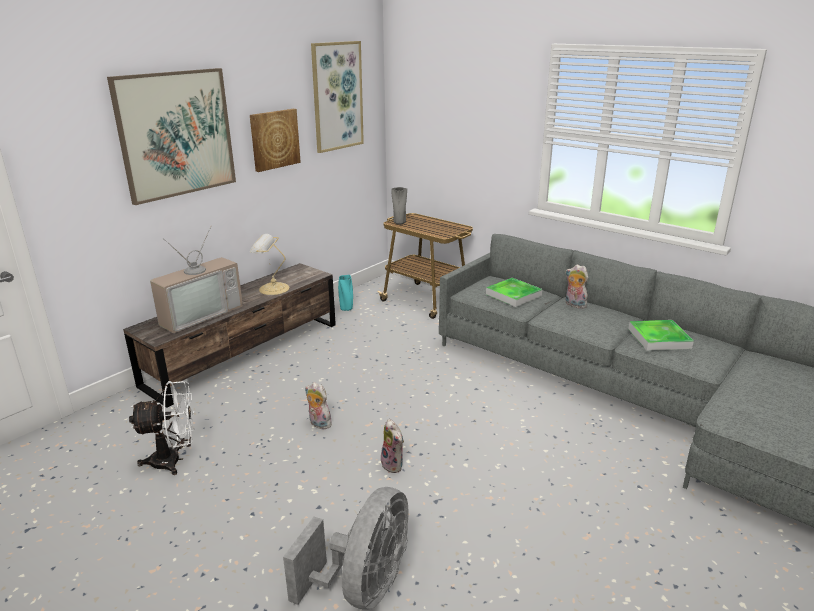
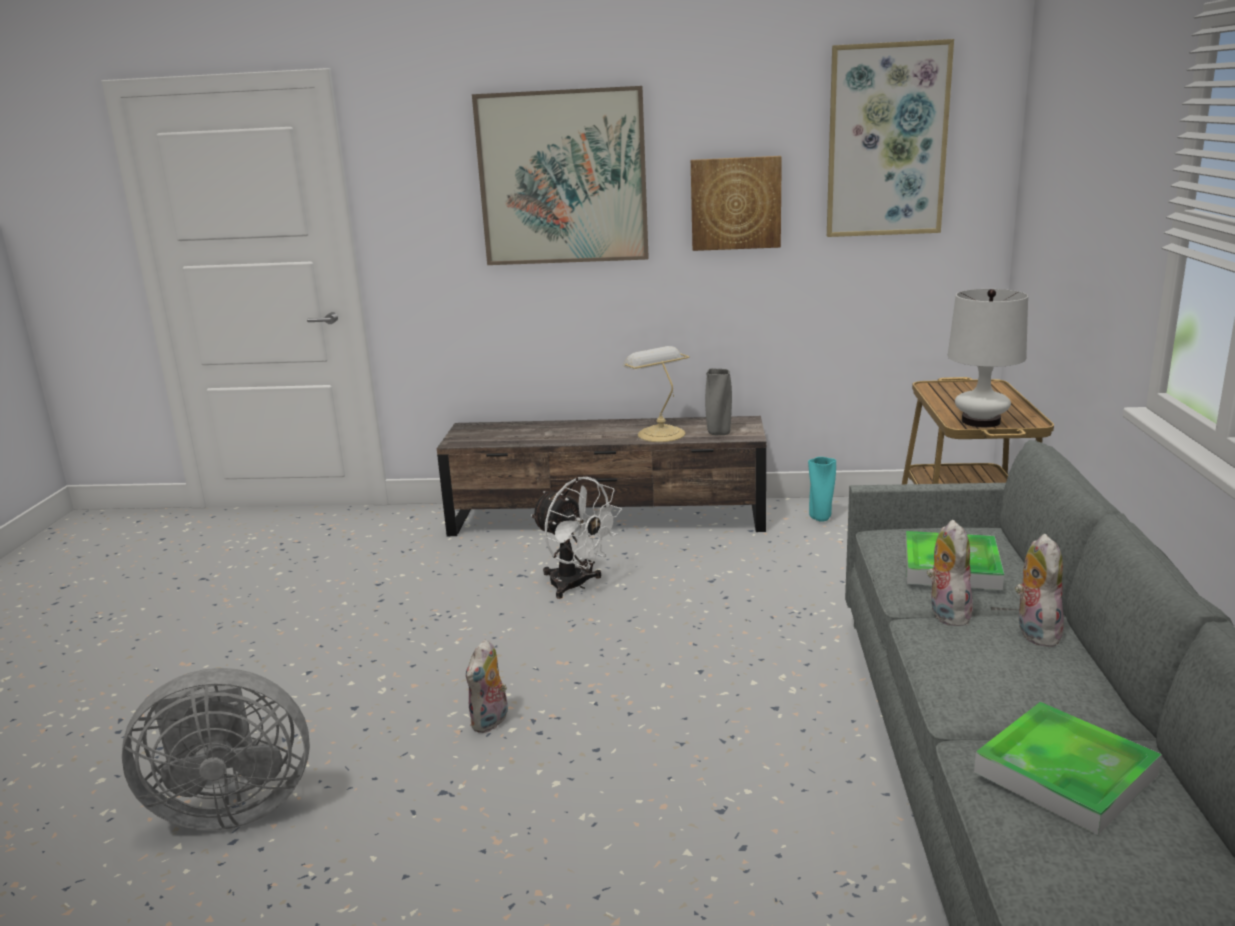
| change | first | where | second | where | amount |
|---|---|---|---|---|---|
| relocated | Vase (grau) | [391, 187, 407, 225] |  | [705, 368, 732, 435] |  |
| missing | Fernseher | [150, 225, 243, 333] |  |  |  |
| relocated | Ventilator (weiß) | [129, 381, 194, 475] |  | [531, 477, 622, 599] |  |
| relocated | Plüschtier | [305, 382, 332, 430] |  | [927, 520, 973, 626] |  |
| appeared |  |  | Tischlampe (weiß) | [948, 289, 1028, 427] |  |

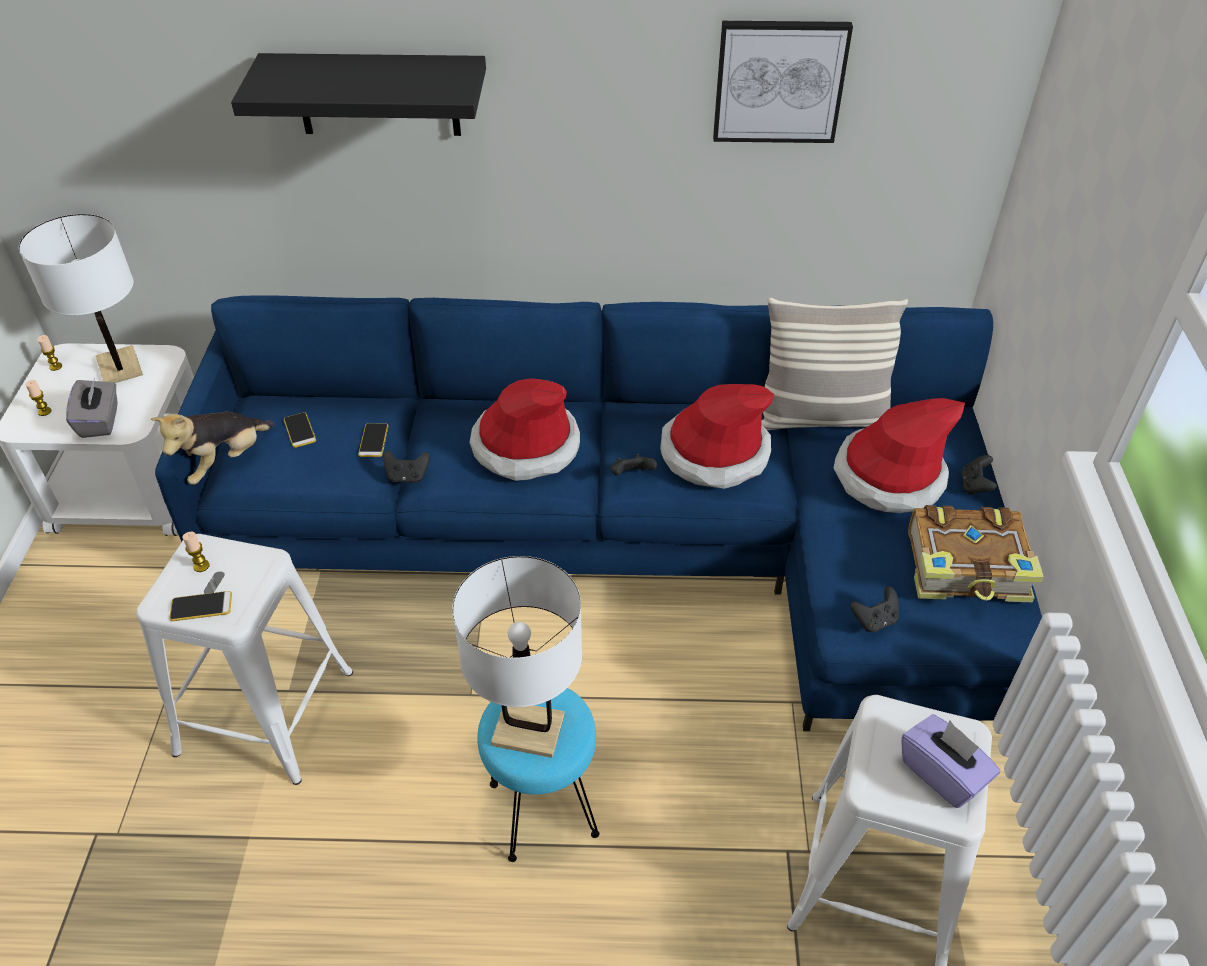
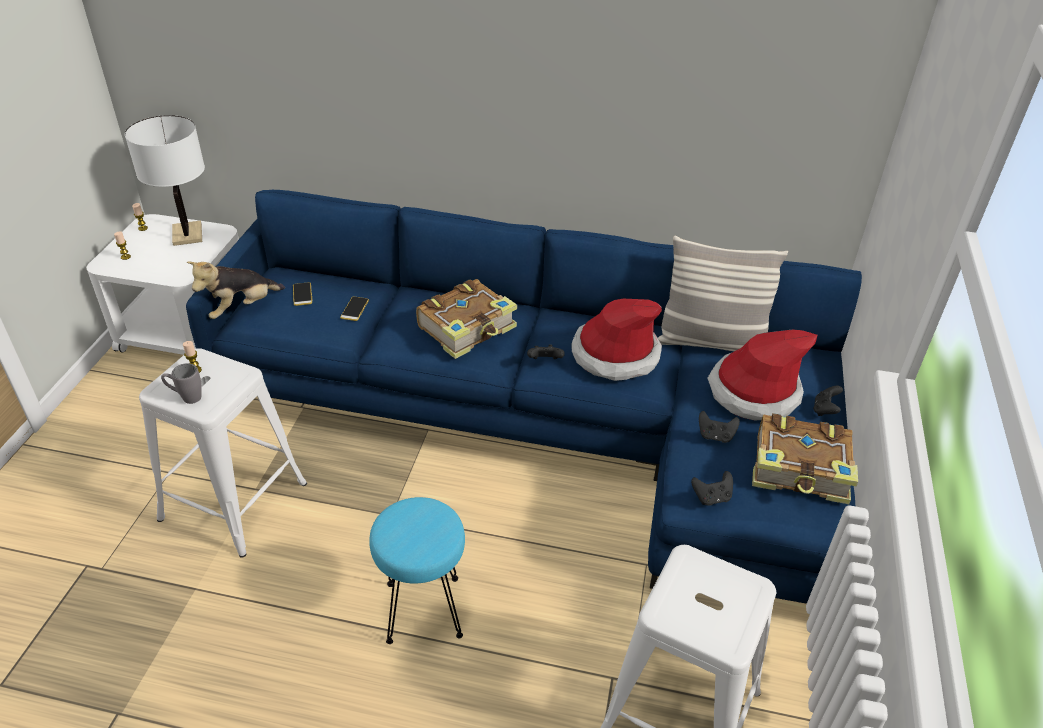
| change | first | where | second | where | amount |
|---|---|---|---|---|---|
| missing | Bild | [713, 21, 853, 143] |  |  |  |
| missing | Wandregal (schwarz) | [231, 53, 486, 136] |  |  |  |
| missing | Taschentuchbox (grau) | [66, 378, 118, 438] |  |  |  |
| exchanged | Hut | [469, 378, 580, 481] | Buch | [416, 279, 517, 359] |  |
| relocated | Gamepad (schwarz) | [383, 450, 430, 483] |  | [699, 411, 740, 443] |  |
| missing | Tischlampe (weiß) | [452, 556, 582, 758] |  |  |  |
| exchanged | Handy | [169, 591, 232, 621] | Henkelbecher (grau) | [161, 363, 202, 404] |  |
| missing | Taschentuchbox (lila) | [902, 714, 1000, 808] |  |  |  |

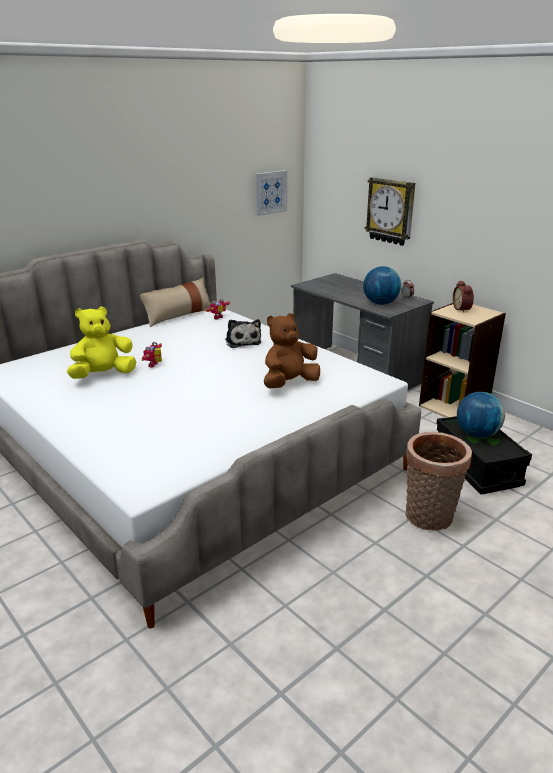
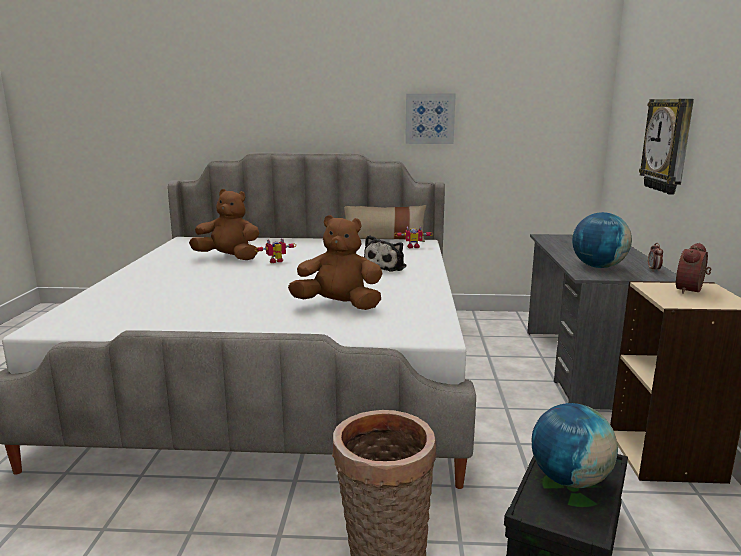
| change | first | where | second | where | amount |
|---|---|---|---|---|---|
| relocated | Bild | [255, 170, 287, 216] |  | [405, 94, 456, 144] |  |
| colour | Plüschtier (gelb) | [67, 306, 136, 379] | Plüschtier (braun) | [189, 189, 259, 260] |  |

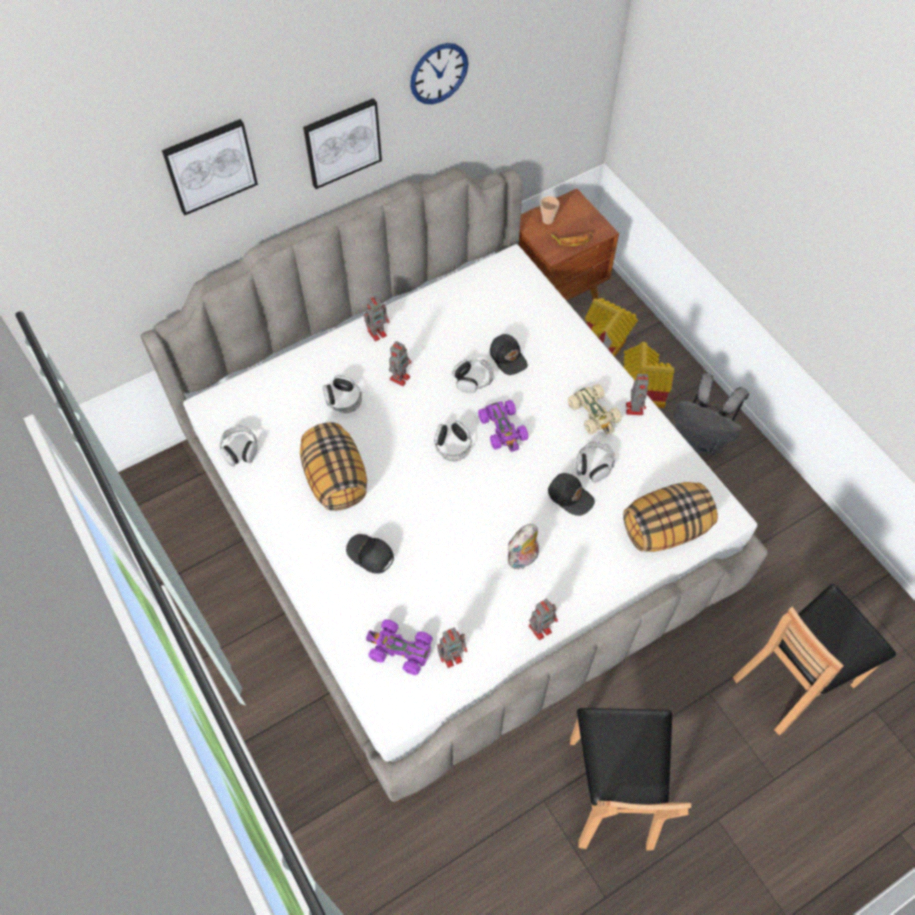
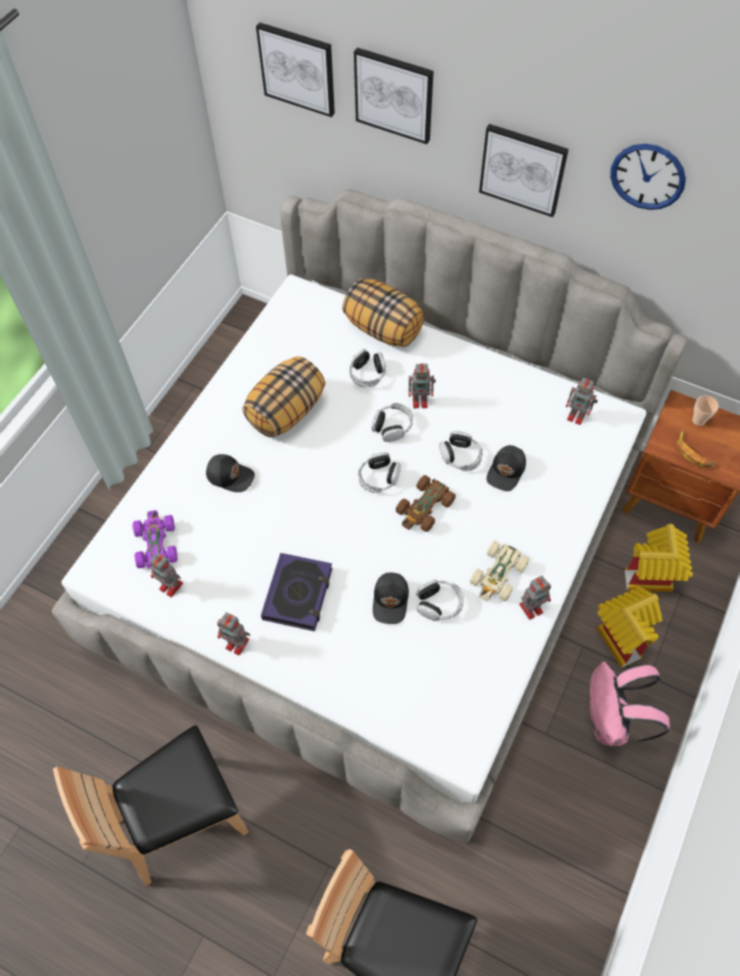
| change | first | where | second | where | amount |
|---|---|---|---|---|---|
| relocated | Spielzeugroboter | [364, 296, 390, 341] |  | [566, 378, 598, 425] |  |
| colour | Rucksack (grau) | [674, 373, 749, 455] | Rucksack (rosa) | [590, 662, 670, 746] |  |
| colour | Spielzeugauto (lila) | [478, 400, 528, 452] | Spielzeugauto (braun) | [396, 475, 456, 532] |  |
| relocated | Kopfhörer | [219, 426, 258, 466] |  | [372, 403, 413, 442] |  |
| relocated | Kissen | [623, 482, 718, 552] |  | [342, 278, 425, 347] |  |
| exchanged | Plüschtier | [508, 524, 539, 569] | Buch | [261, 553, 332, 631] |  |
| spun | Kappe (schwarz) | [346, 534, 394, 574] |  | [206, 454, 255, 492] | 105 degrees clockwise |
| appeared |  |  | Bild | [256, 22, 335, 117] |  |

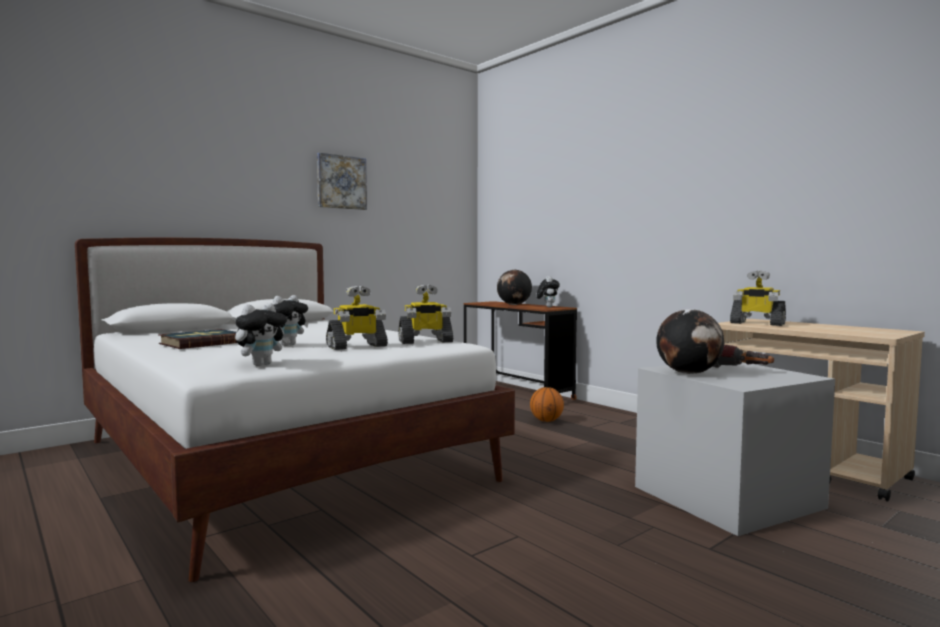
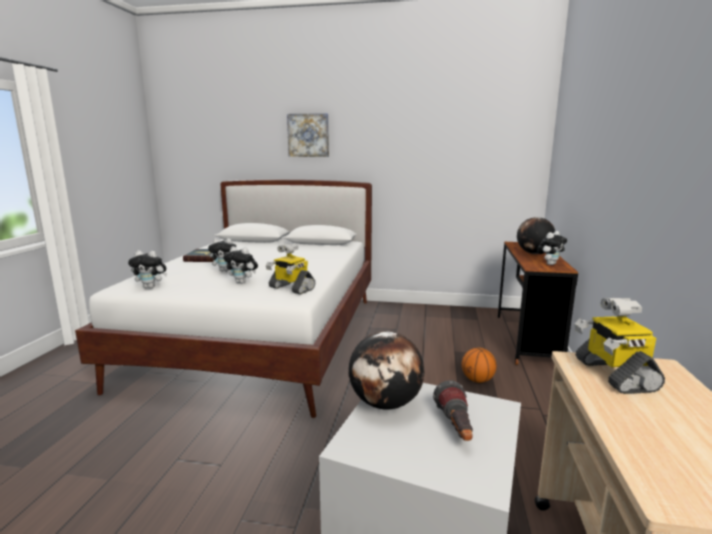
| change | first | where | second | where | amount |
|---|---|---|---|---|---|
| relocated | Bild | [317, 153, 367, 210] |  | [287, 113, 329, 157] |  |
| exchanged | Spielzeugroboter | [326, 286, 388, 350] | Plüschtier | [223, 246, 258, 284] |  |

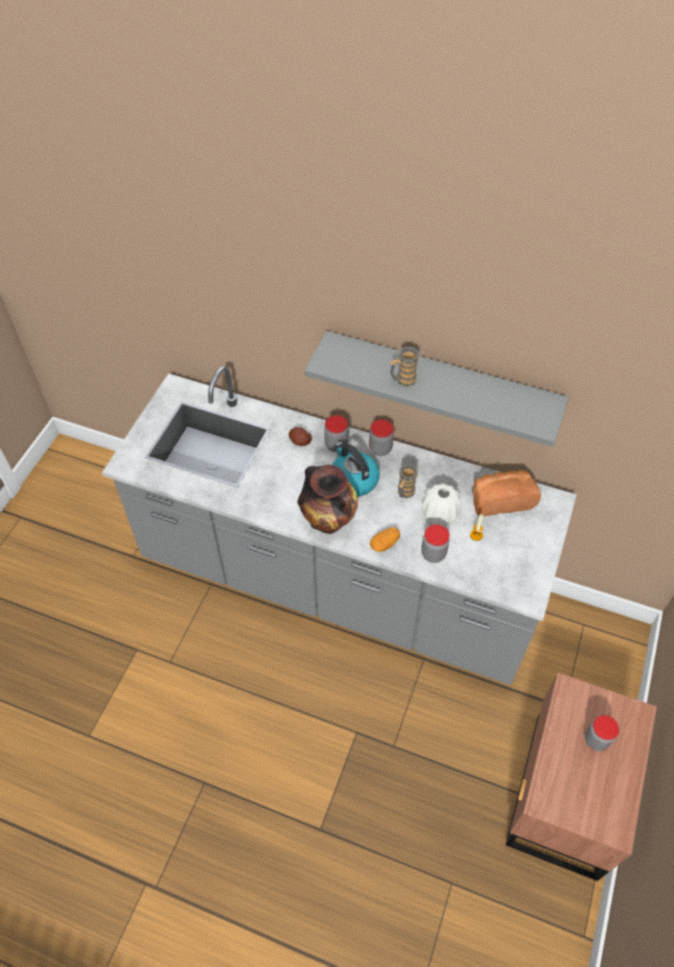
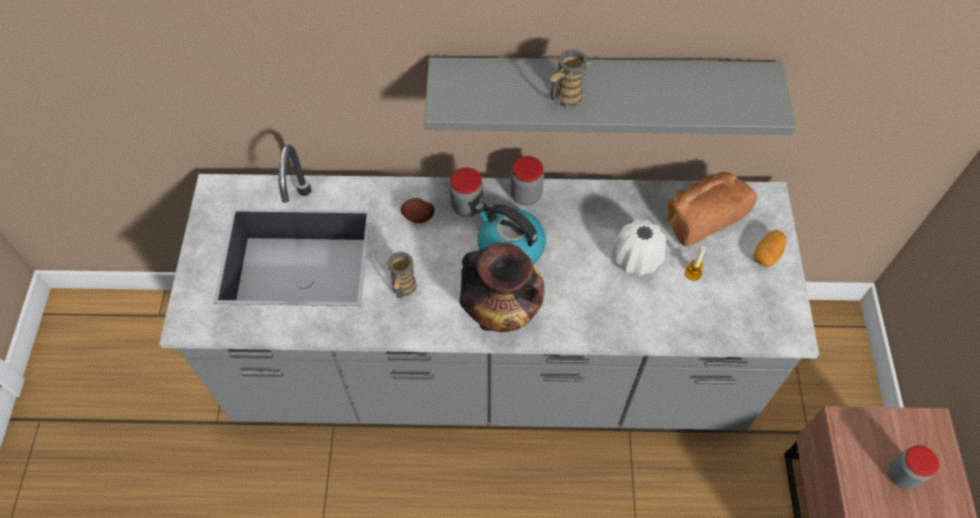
| change | first | where | second | where | amount |
|---|---|---|---|---|---|
| relocated | Henkelbecher | [396, 464, 418, 498] |  | [386, 251, 419, 298] |  |
| missing | Vorratsglas | [421, 524, 450, 563] |  |  |  |
| relocated | Kartoffel | [370, 527, 400, 552] |  | [754, 230, 786, 267] |  |

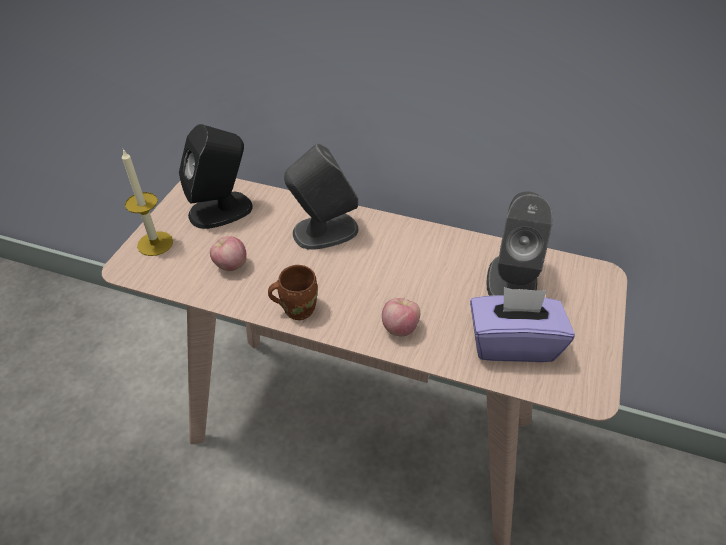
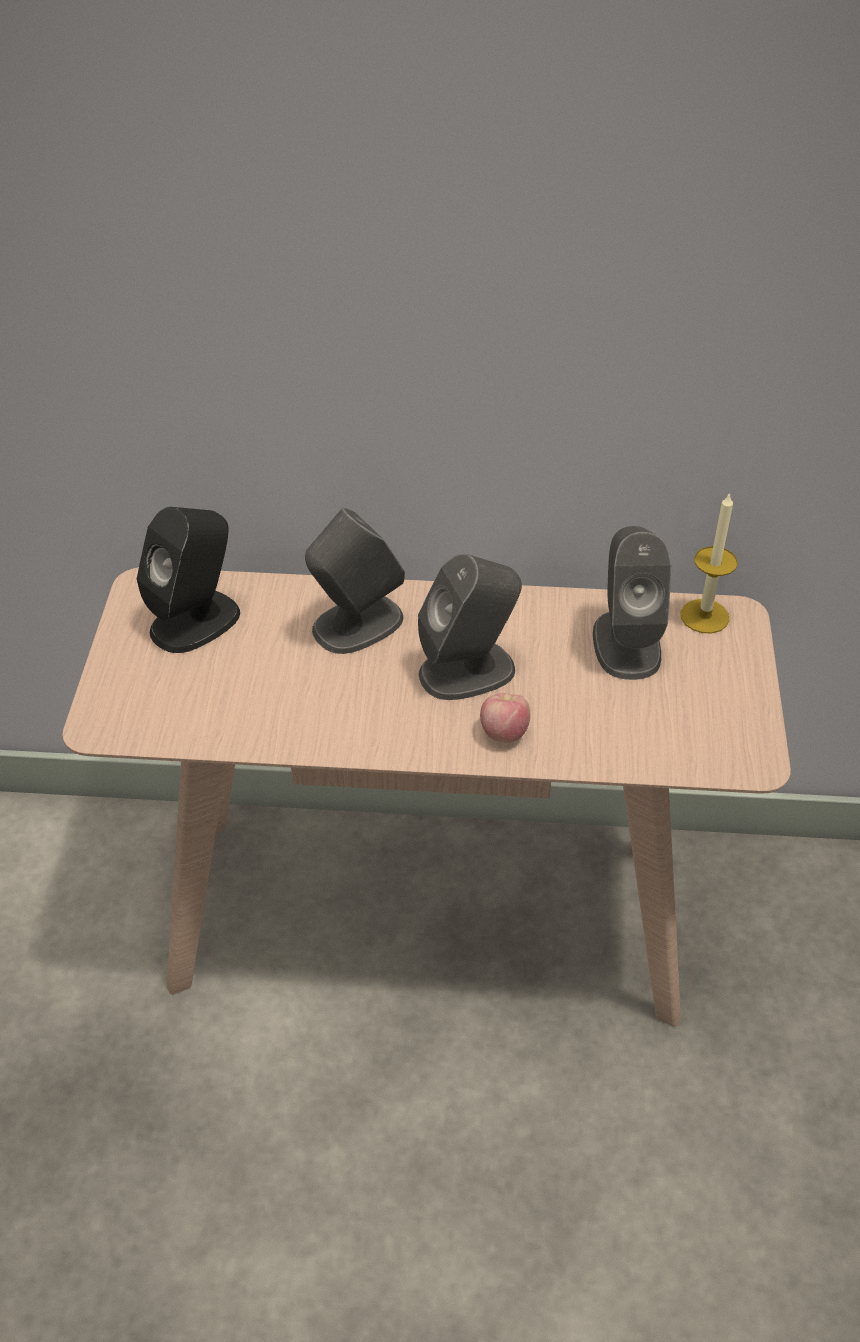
| change | first | where | second | where | amount |
|---|---|---|---|---|---|
| relocated | Kerze | [122, 149, 173, 256] |  | [680, 492, 738, 634] |  |
| missing | Apfel | [210, 236, 247, 271] |  |  |  |
| missing | Henkelbecher (braun) | [268, 265, 318, 320] |  |  |  |
| missing | Taschentuchbox (lila) | [470, 287, 575, 362] |  |  |  |
| appeared |  |  | Lautsprecher (grau) | [418, 554, 522, 700] |  |

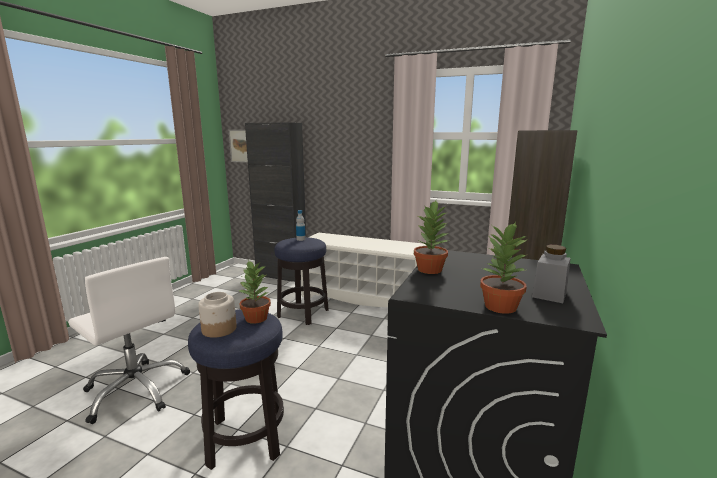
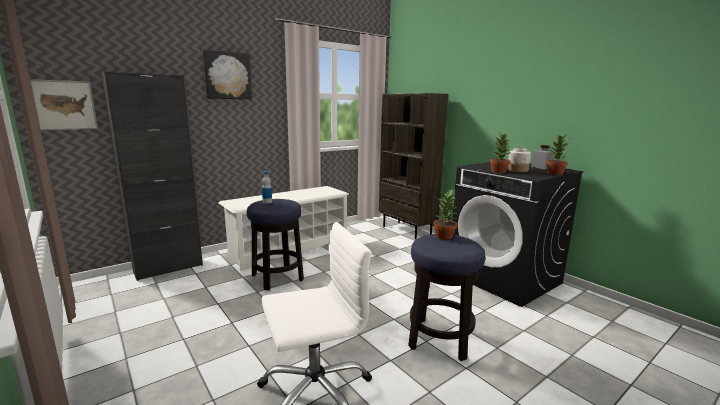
| change | first | where | second | where | amount |
|---|---|---|---|---|---|
| relocated | Vorratsglas | [198, 292, 237, 338] |  | [507, 148, 531, 172] |  |
| appeared |  |  | Bild | [203, 50, 252, 99] |  |

